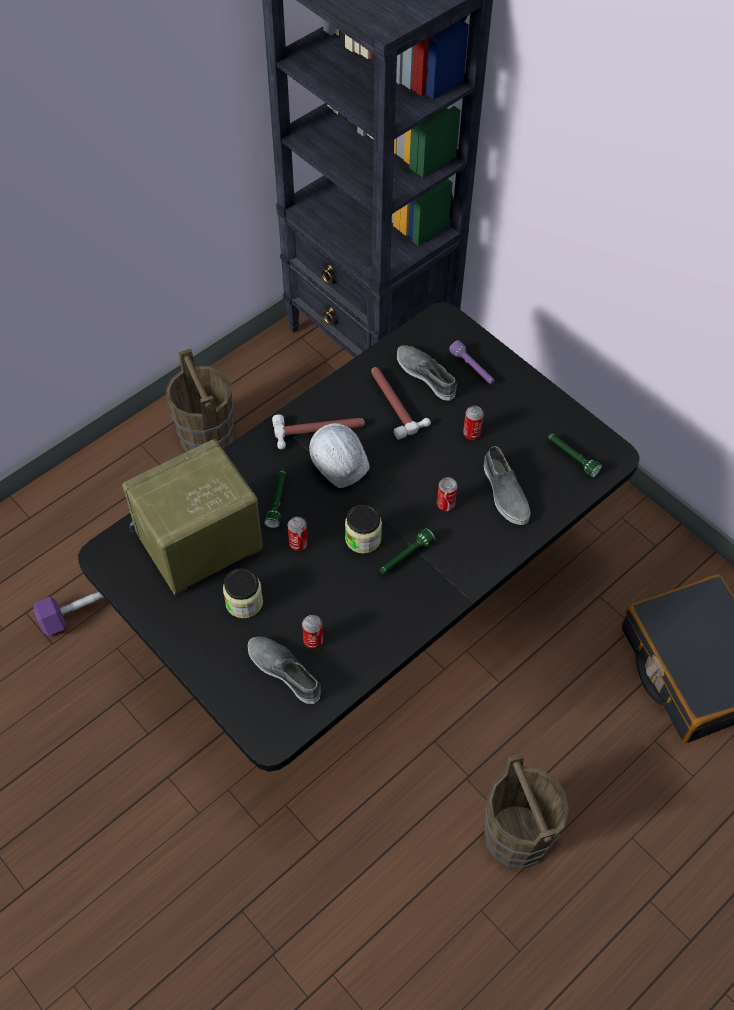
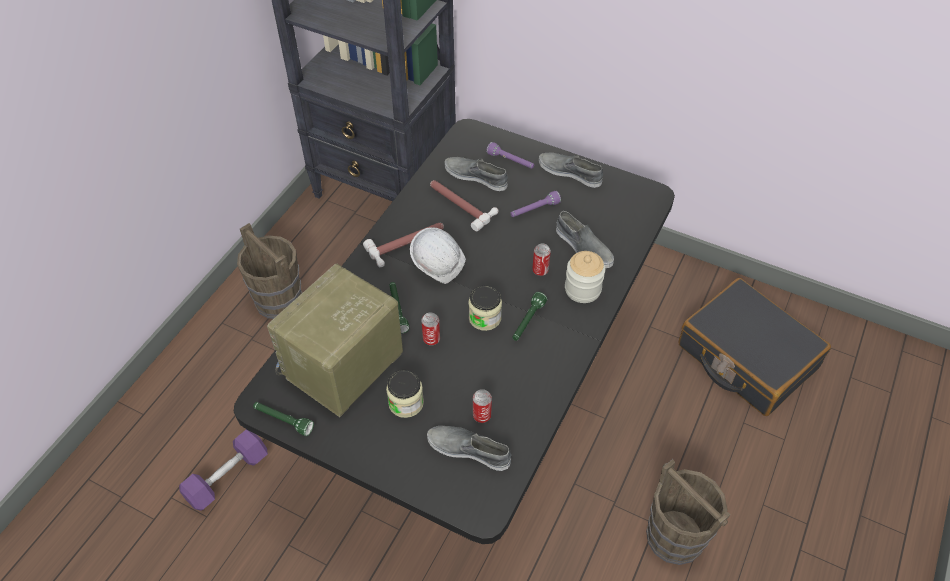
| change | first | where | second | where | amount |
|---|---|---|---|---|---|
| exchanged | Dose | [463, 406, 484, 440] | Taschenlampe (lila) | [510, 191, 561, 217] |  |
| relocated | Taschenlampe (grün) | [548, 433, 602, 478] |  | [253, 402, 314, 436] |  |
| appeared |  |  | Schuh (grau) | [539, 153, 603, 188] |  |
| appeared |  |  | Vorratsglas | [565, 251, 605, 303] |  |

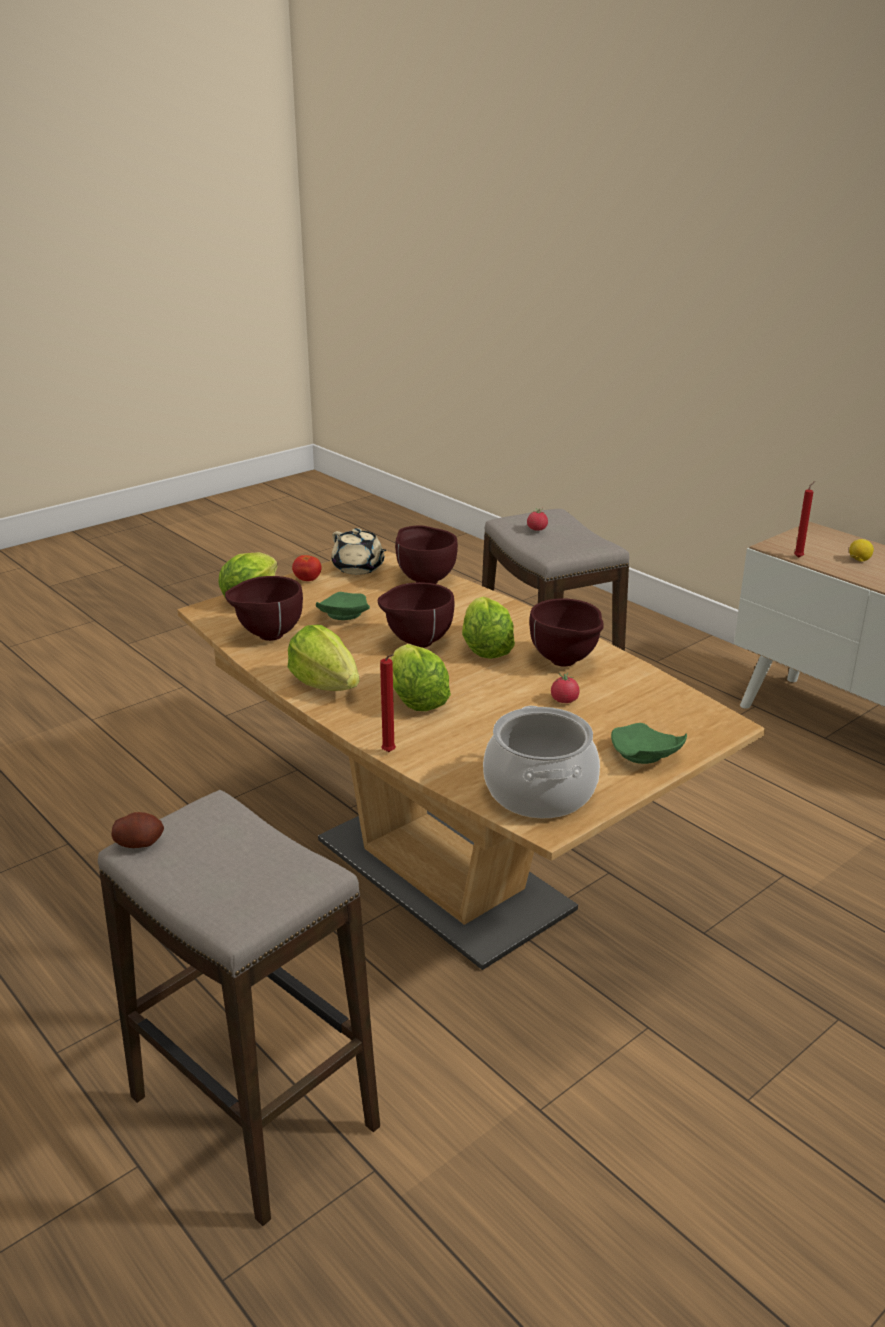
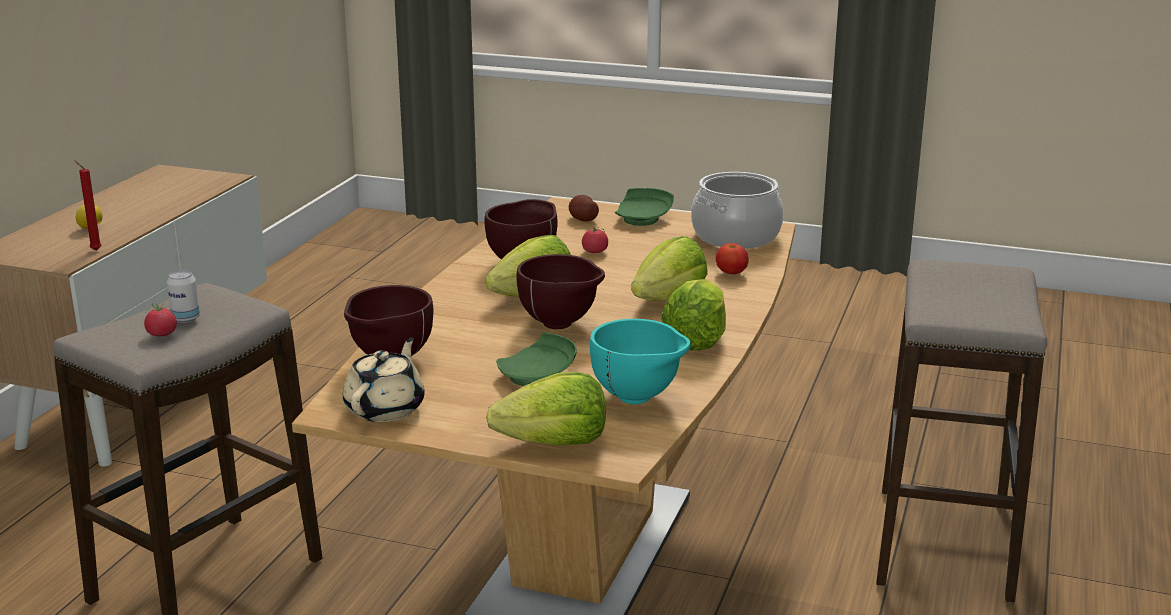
| change | first | where | second | where | amount |
|---|---|---|---|---|---|
| relocated | Tomate | [292, 555, 321, 581] |  | [716, 243, 749, 274] |  |
| colour | Schüssel (braun) | [225, 576, 303, 641] | Schüssel (türkis) | [590, 319, 691, 404] |  |
| missing | Kerze (rot) | [380, 654, 396, 752] |  |  |  |
| relocated | Kartoffel | [112, 812, 164, 848] |  | [569, 195, 599, 222] |  |
| appeared |  |  | Dose | [167, 270, 200, 323] |  |

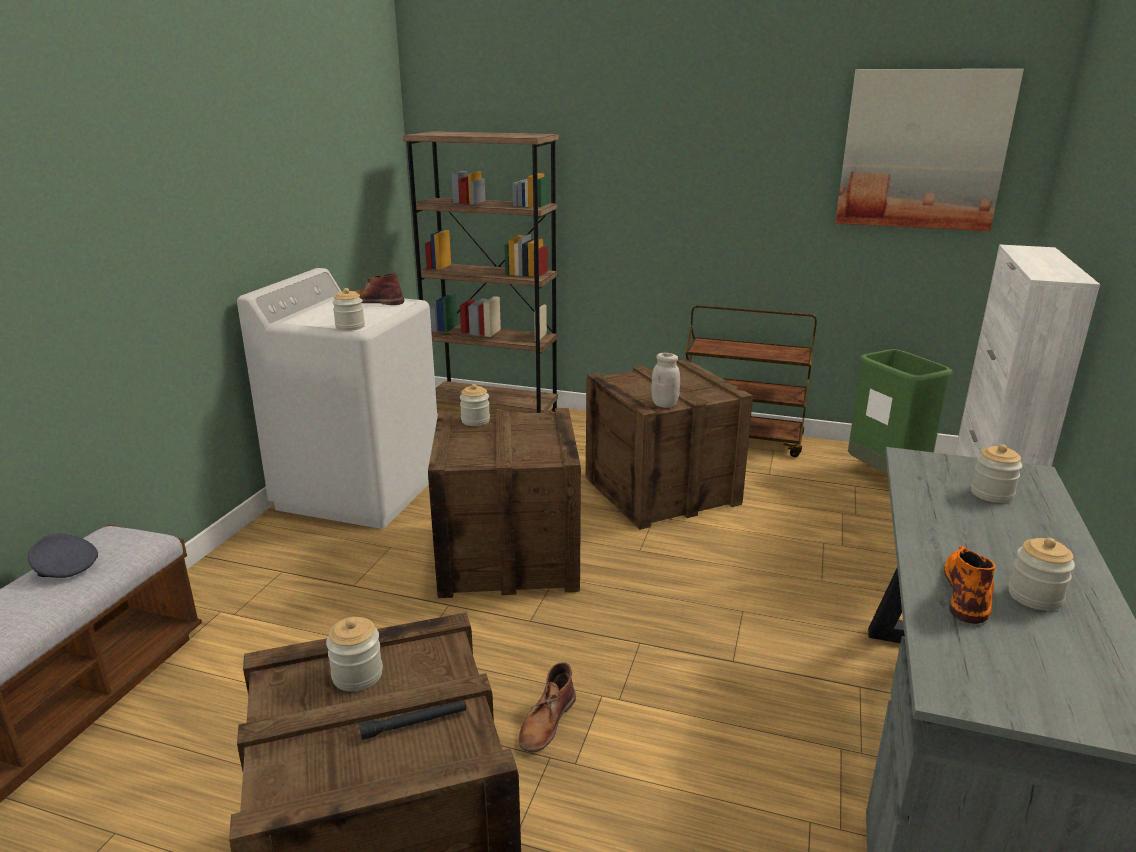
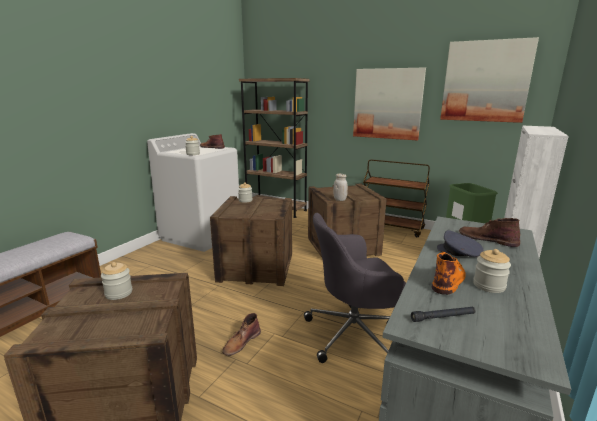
| change | first | where | second | where | amount |
|---|---|---|---|---|---|
| exchanged | Vorratsglas | [971, 444, 1022, 503] | Stiefel (braun) | [459, 218, 520, 247] |  |
| relocated | Kappe (grau) | [28, 533, 98, 578] |  | [437, 230, 483, 257] |  |
| relocated | Taschenlampe (schwarz) | [359, 700, 466, 740] |  | [411, 306, 476, 322] |  |
| appeared |  |  | Bild | [353, 67, 426, 140] |  |
| appeared |  |  | Bürostuhl (grau) | [304, 213, 406, 363] |  |

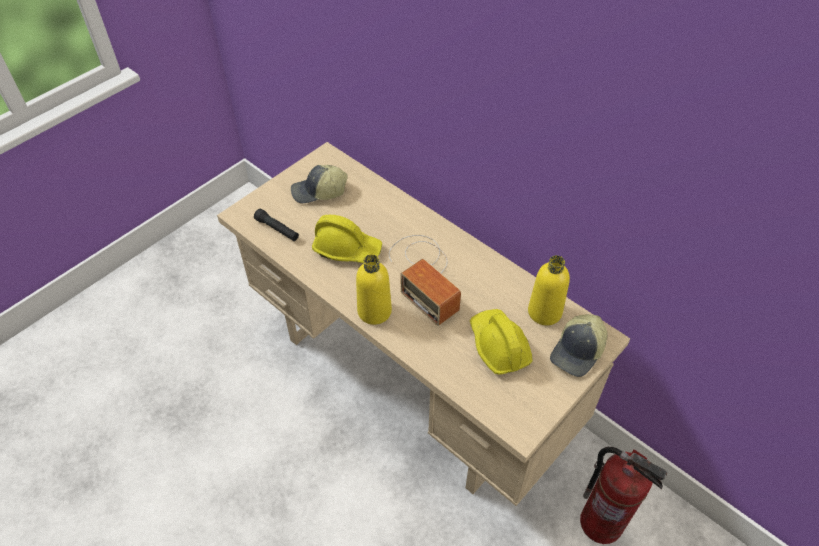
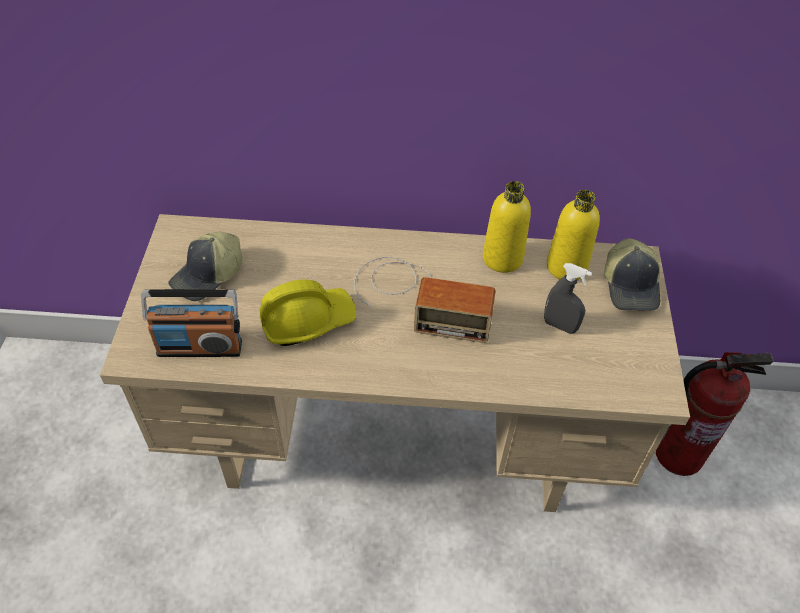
| change | first | where | second | where | amount |
|---|---|---|---|---|---|
| exchanged | Taschenlampe (schwarz) | [254, 209, 299, 241] | Radio | [141, 289, 242, 357] |  |
| relocated | Flasche (gelb) | [356, 254, 392, 325] |  | [483, 181, 531, 273] |  |
| exchanged | Schutzhelm (gelb) | [470, 309, 533, 375] | Sprühflasche (grau) | [544, 263, 592, 334] |  |

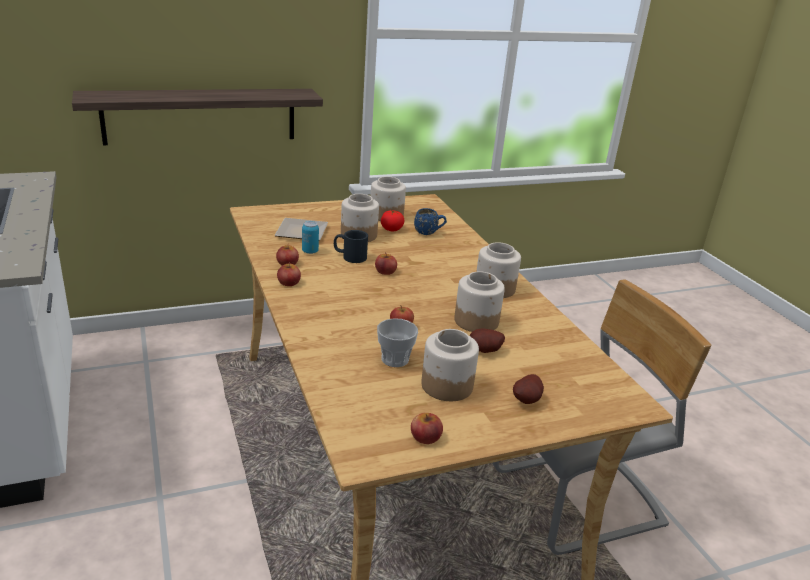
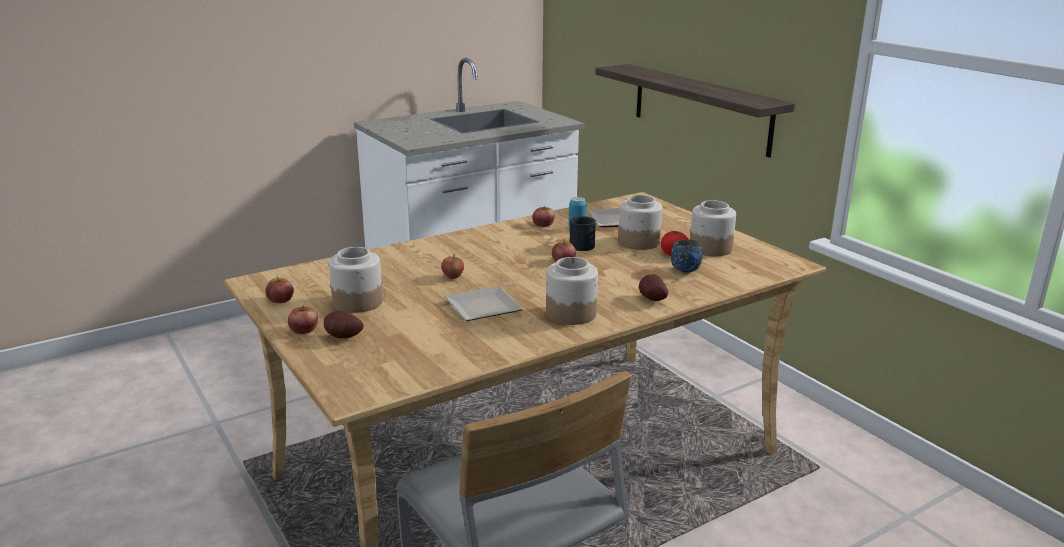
| change | first | where | second | where | amount |
|---|---|---|---|---|---|
| relocated | Apfel | [277, 262, 301, 286] |  | [288, 305, 318, 334] |  |
| exchanged | Vorratsglas | [454, 271, 505, 332] | Teller | [444, 286, 523, 321] |  |
| missing | Tasse | [377, 318, 418, 367] |  |  |  |
| relocated | Kartoffel | [470, 329, 505, 353] |  | [639, 274, 668, 301] |  |

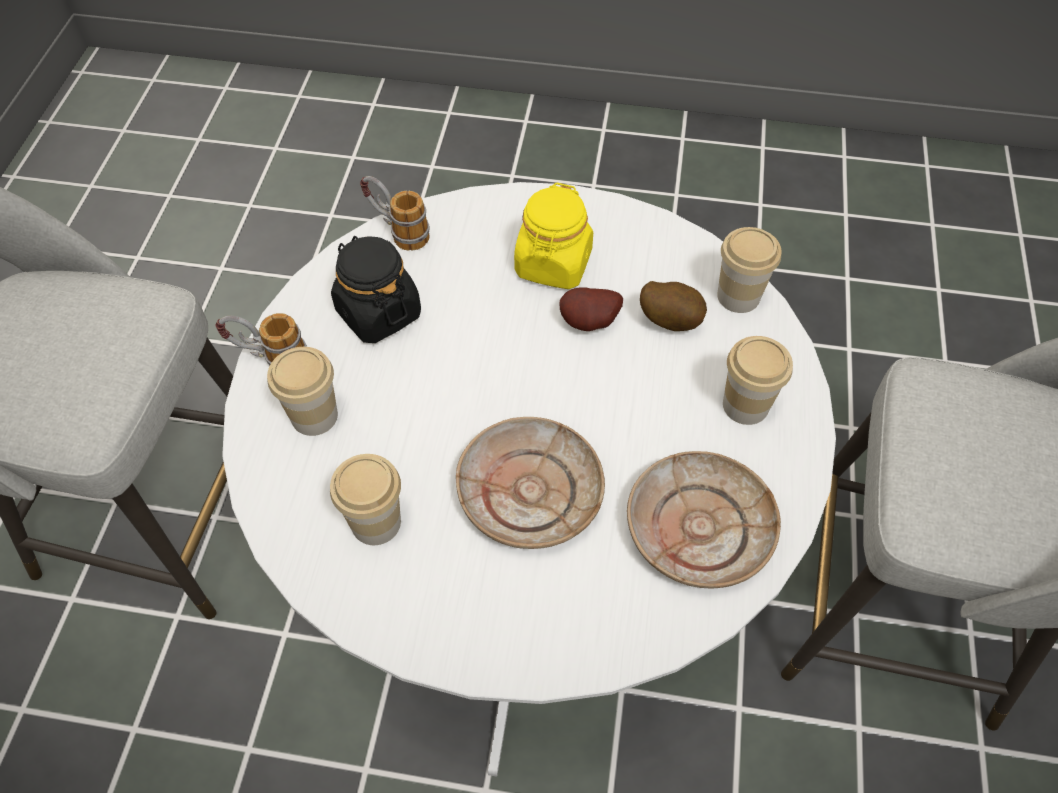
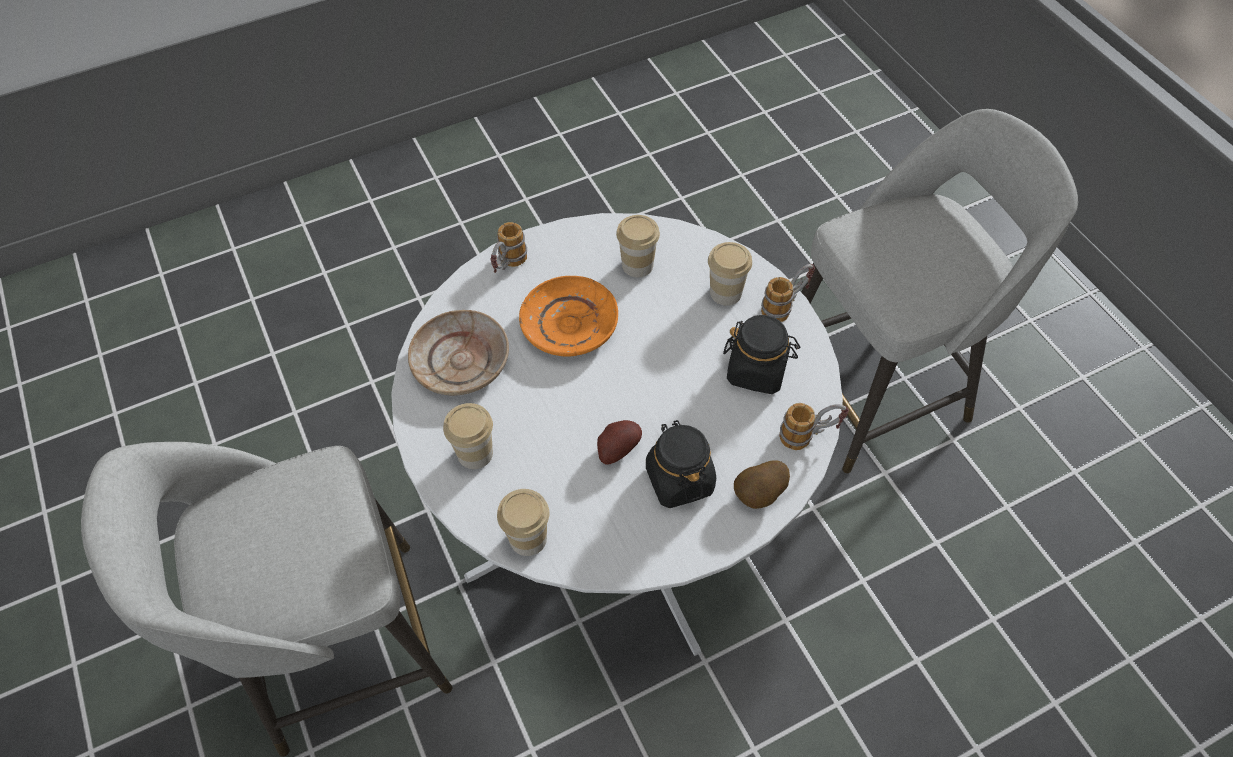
| change | first | where | second | where | amount |
|---|---|---|---|---|---|
| colour | Vorratsglas (gelb) | [514, 183, 593, 289] | Vorratsglas (schwarz) | [646, 420, 716, 508] |  |
| relocated | Kartoffel | [640, 281, 707, 331] |  | [734, 460, 790, 509] |  |
| colour | Teller (beige) | [456, 417, 605, 549] | Teller (orange) | [519, 276, 618, 357] |  |
| appeared |  |  | Henkelbecher | [490, 222, 527, 273] |  |

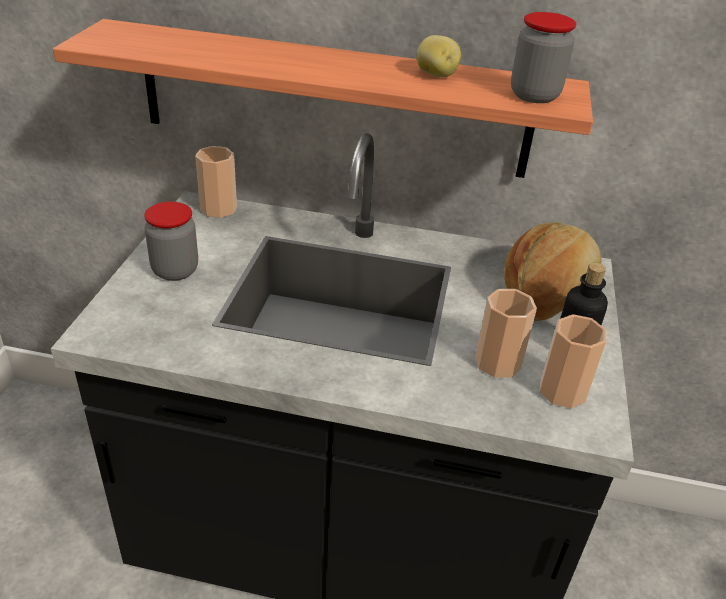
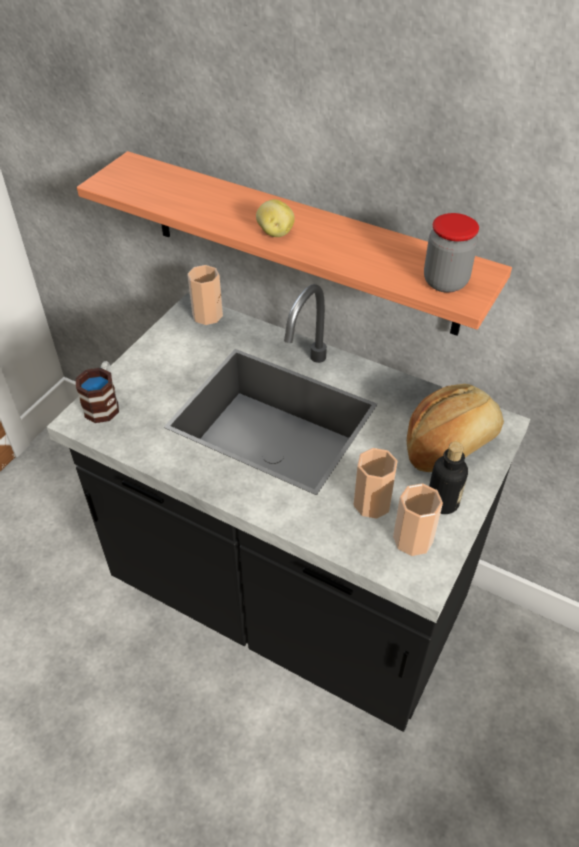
| change | first | where | second | where | amount |
|---|---|---|---|---|---|
| relocated | Kartoffel | [417, 35, 461, 77] |  | [256, 199, 295, 237] |  |
| missing | Vorratsglas | [144, 202, 198, 281] |  |  |  |
| appeared |  |  | Henkelbecher | [76, 361, 119, 423] |  |

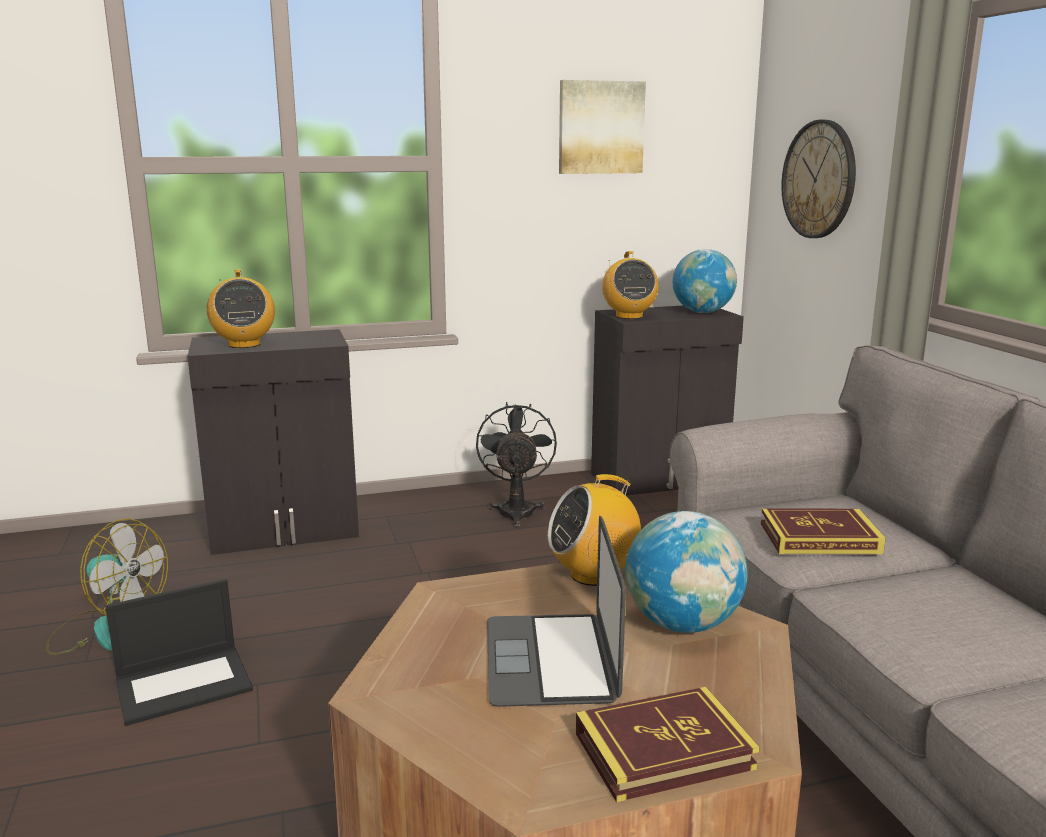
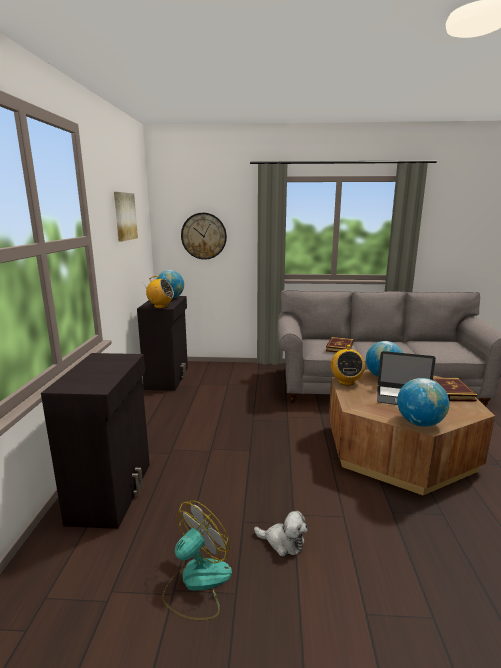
| change | first | where | second | where | amount |
|---|---|---|---|---|---|
| missing | Radio | [207, 269, 275, 348] |  |  |  |
| missing | Ventilator (schwarz) | [476, 402, 557, 528] |  |  |  |
| exchanged | Laptop | [105, 579, 253, 726] | Plüschtier | [254, 511, 308, 556] |  |
| appeared |  |  | Globus | [397, 378, 449, 427] |  |

